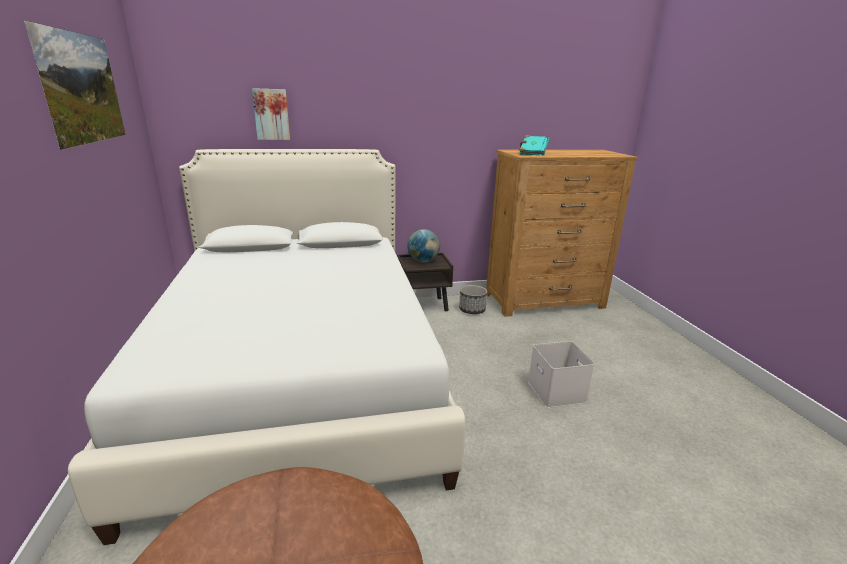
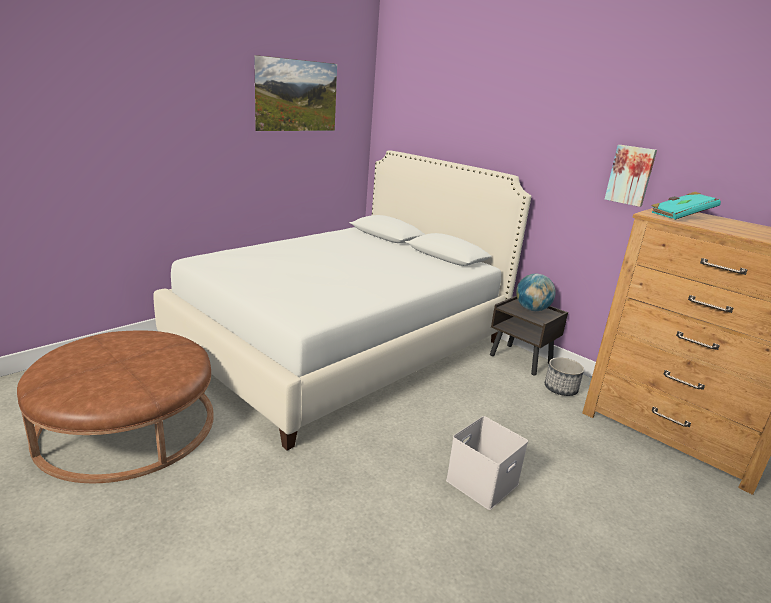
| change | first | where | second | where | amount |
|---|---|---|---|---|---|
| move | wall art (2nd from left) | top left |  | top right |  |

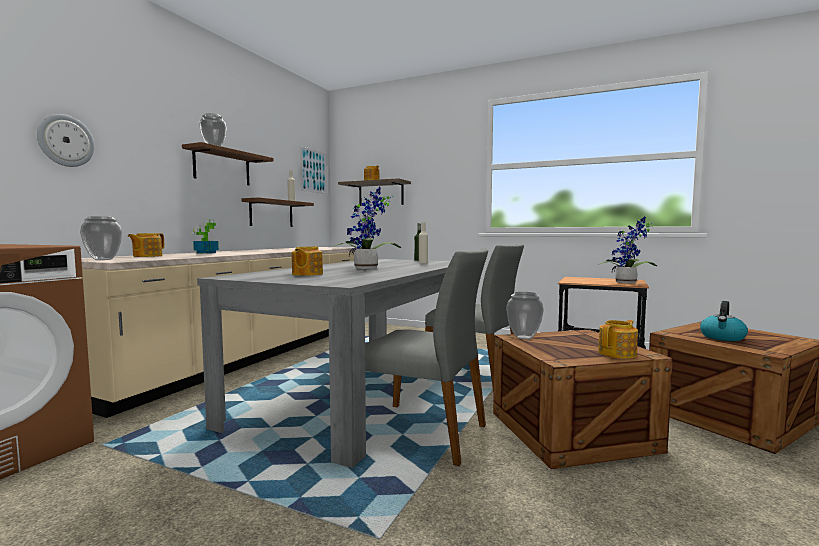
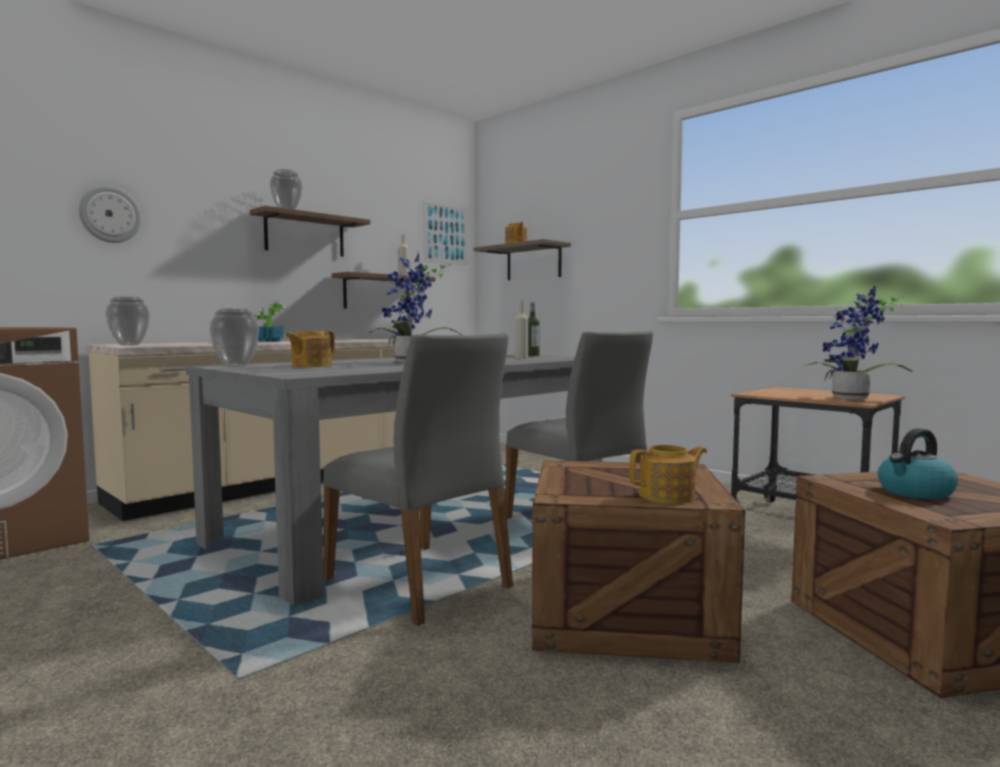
| change | first | where | second | where | amount |
|---|---|---|---|---|---|
| delete | pot for tea (1st from left) | middle left |  |  |  |
| move | vase (3rd from left in the first image) | centre | vase (2nd from left) | middle left |  |

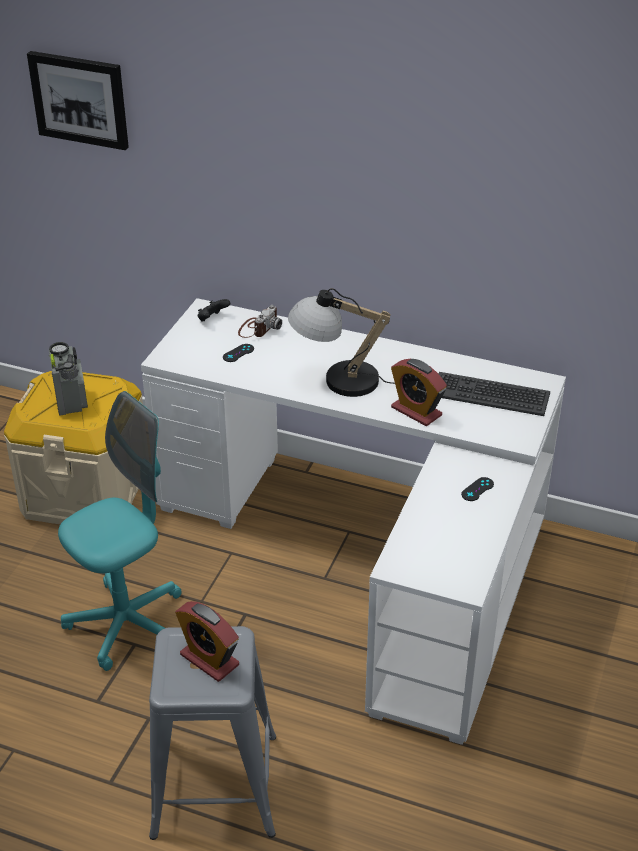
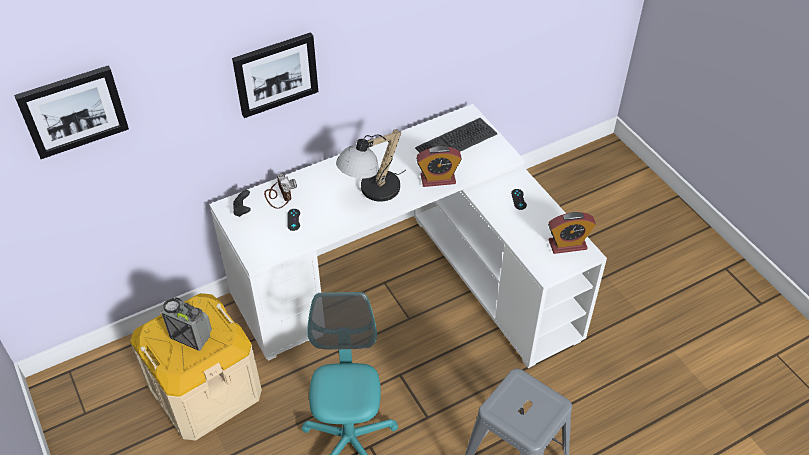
| change | first | where | second | where | amount |
|---|---|---|---|---|---|
| move | table clock (1st from left in the first image) | bottom left | table clock (2nd from left) | middle right |  |
| insert |  |  | wall art (2nd from left) | top centre |  |

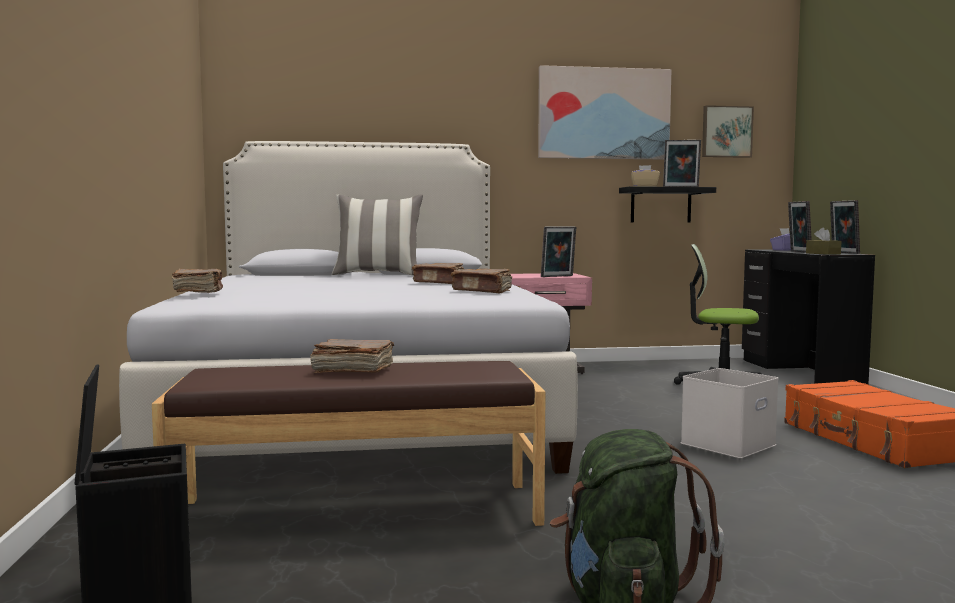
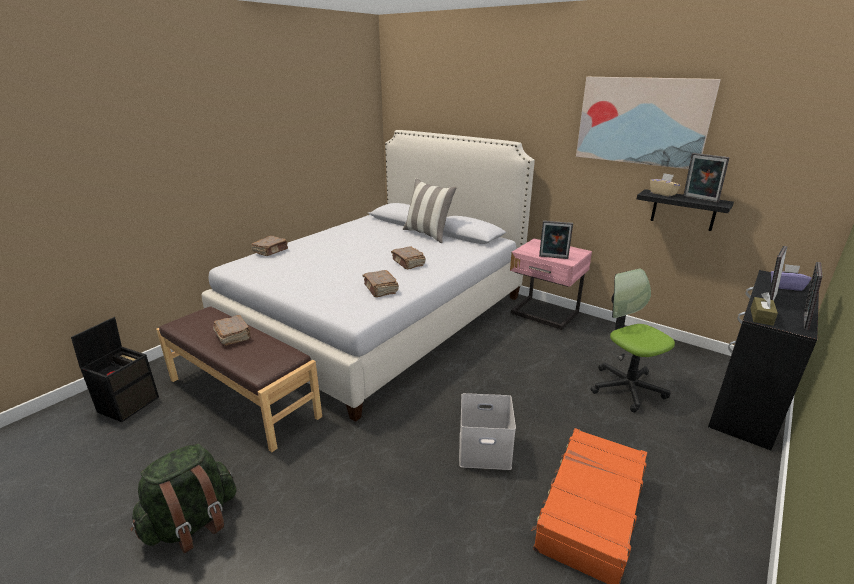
| change | first | where | second | where | amount |
|---|---|---|---|---|---|
| delete | wall art (2nd from left) | top right |  |  |  |

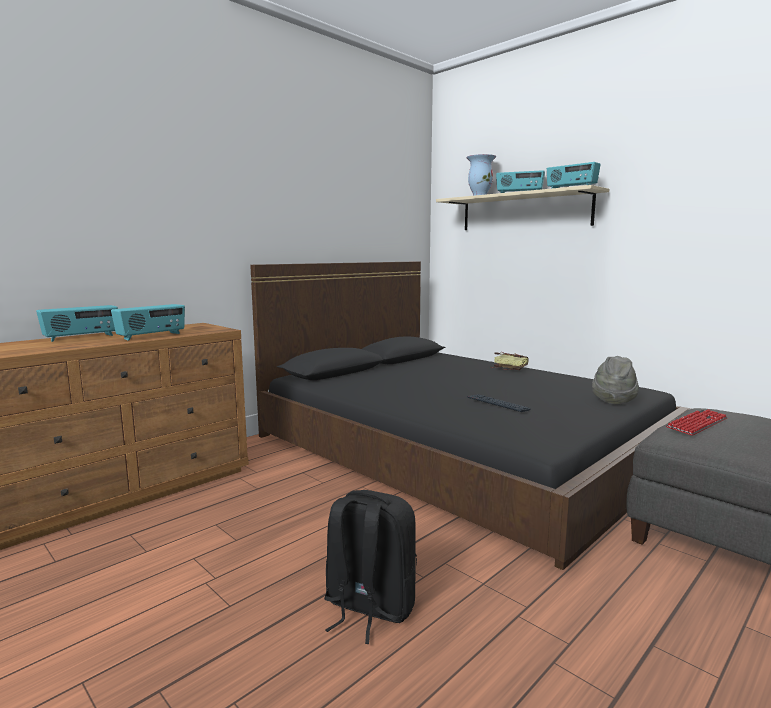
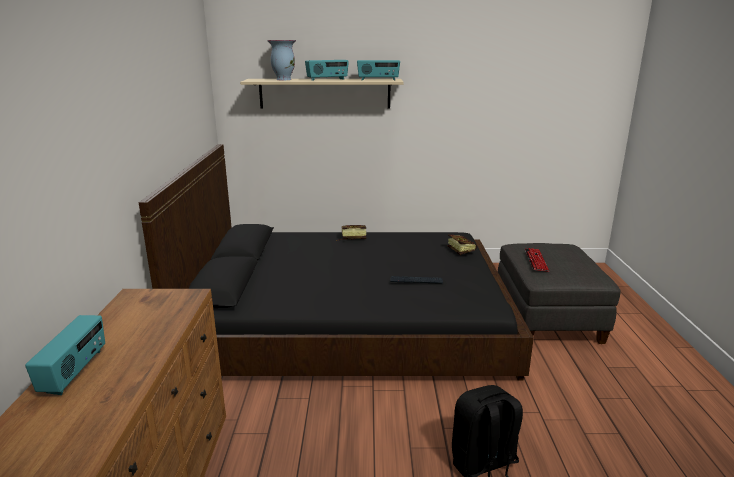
| change | first | where | second | where | amount |
|---|---|---|---|---|---|
| delete | radio receiver (2nd from left) | middle left |  |  |  |
| replace | gray hat | middle right | volume (2nd from left) | centre |  |

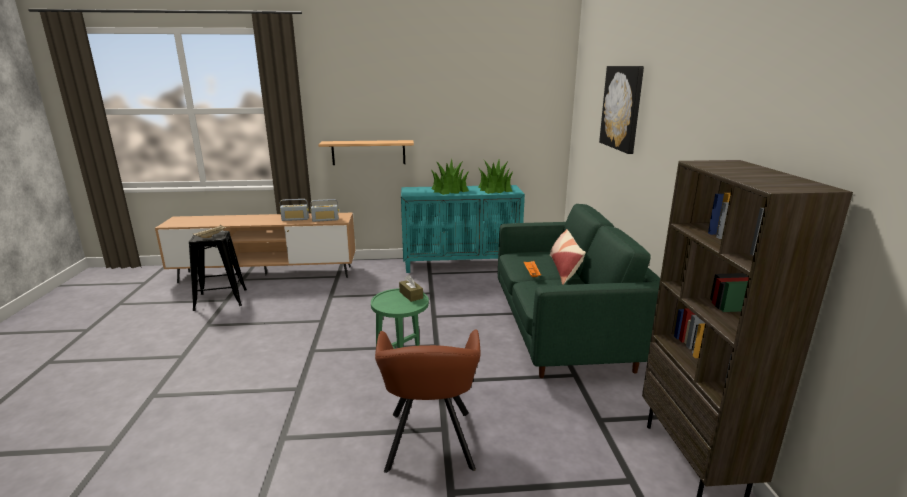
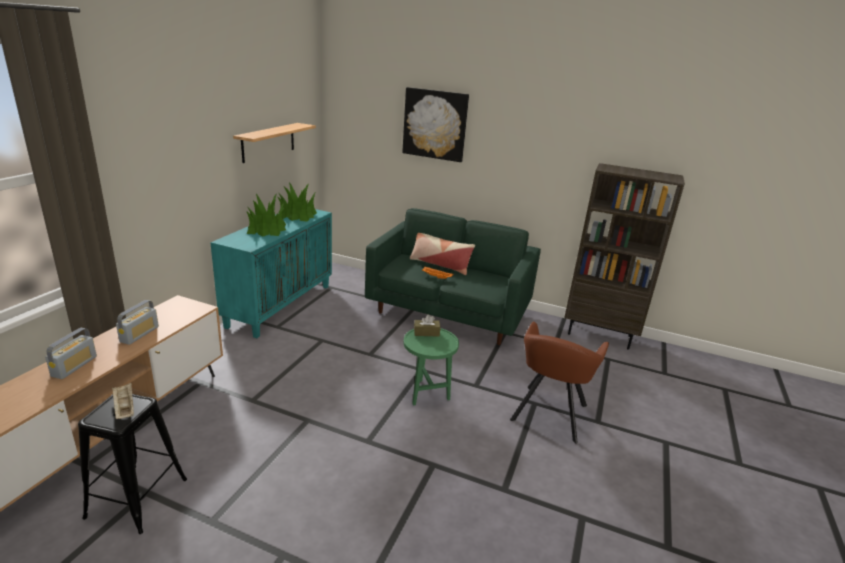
| change | first | where | second | where | amount |
|---|---|---|---|---|---|
| move | radio receiver (2nd from left in the first image) | centre | radio receiver (1st from left) | middle left |  |
| move | wall shelf | top centre |  | top left |  |
| rotate | brownish lounge chair | bottom centre |  | bottom centre | 90 degrees clockwise |

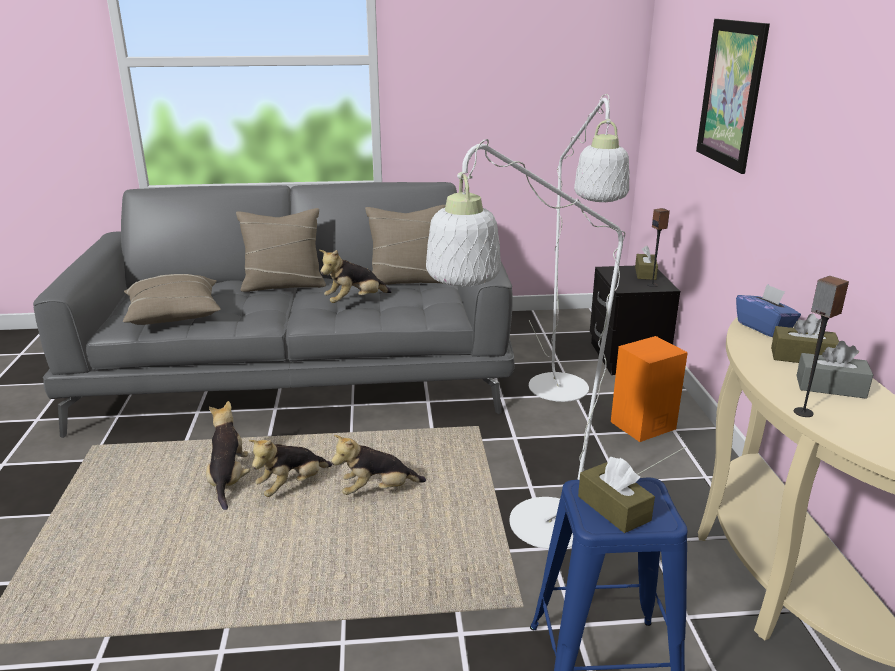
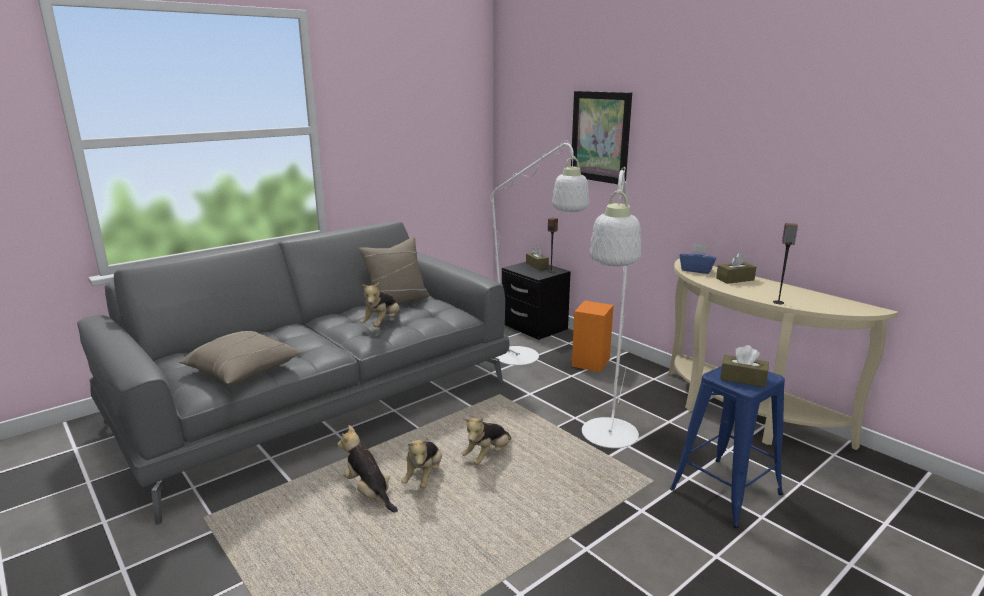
| change | first | where | second | where | amount |
|---|---|---|---|---|---|
| delete | beige-coloured pillow (2nd from left) | middle left |  |  |  |
| delete | gray tissue holder | middle right |  |  |  |

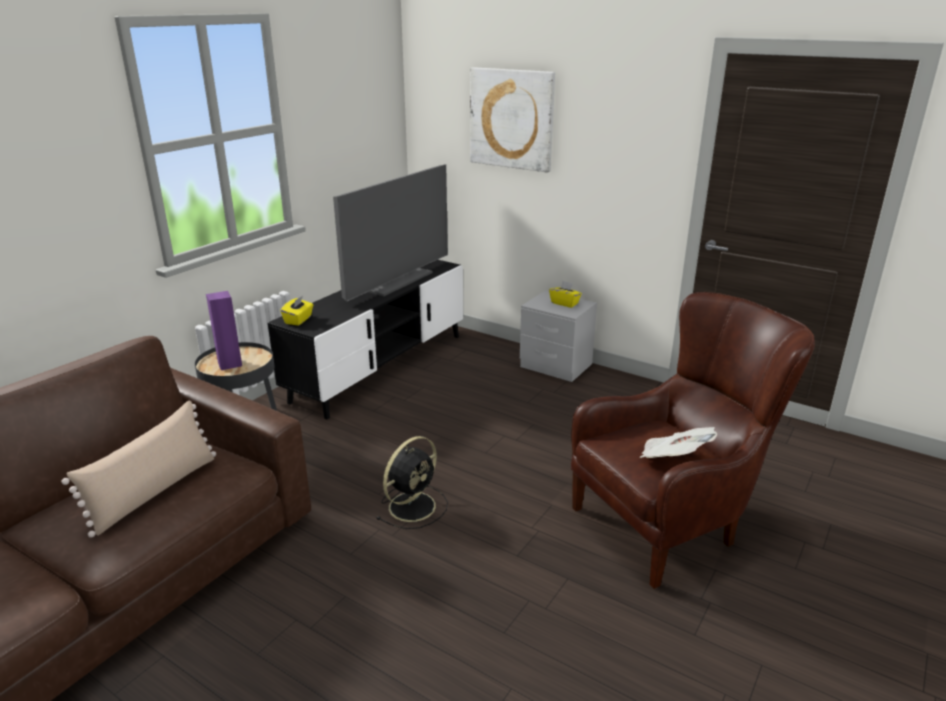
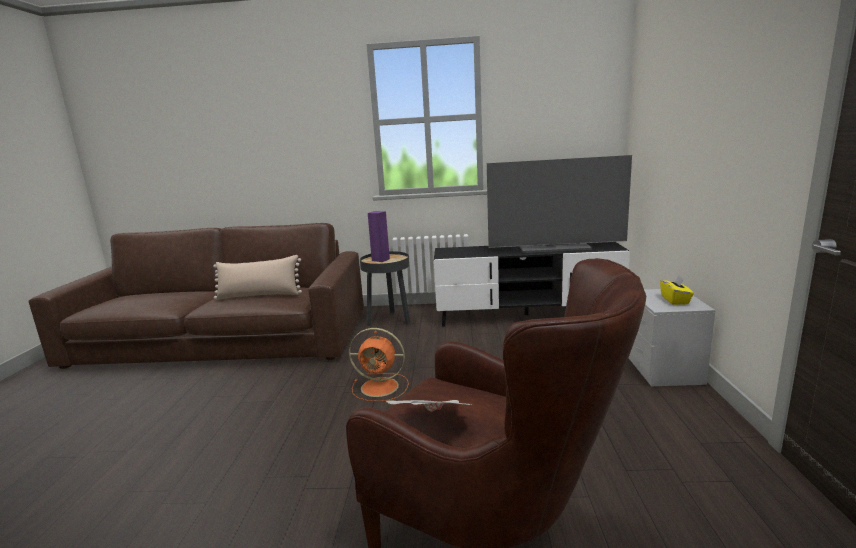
| change | first | where | second | where | amount |
|---|---|---|---|---|---|
| delete | yellow-coloured tissue holder (1st from left) | middle left |  |  |  |
| recolor | black cooling fan | bottom centre | orangey cooling fan | centre |  |
| delete | wall art | top centre |  |  |  |

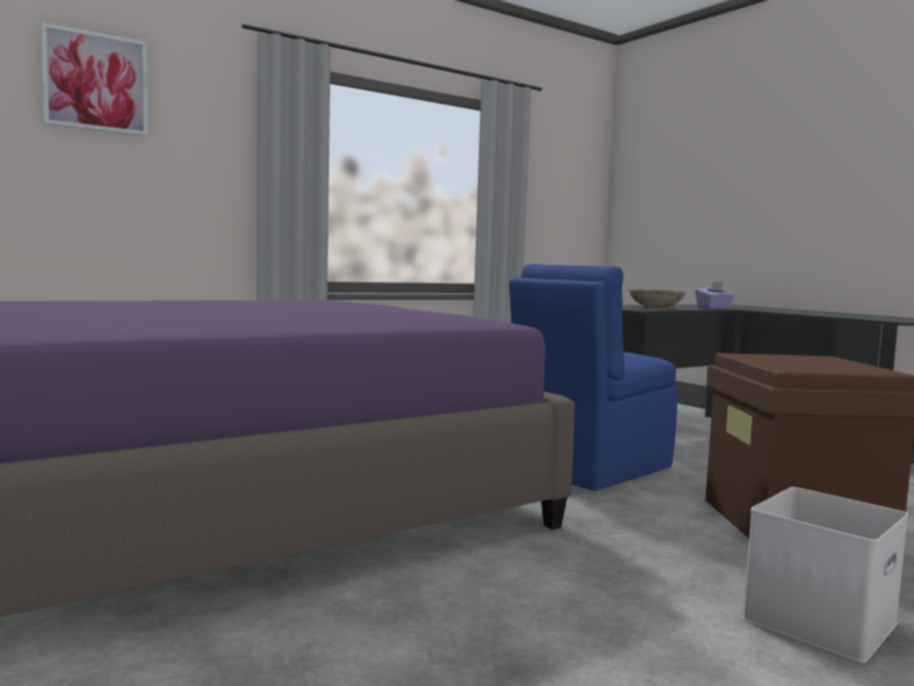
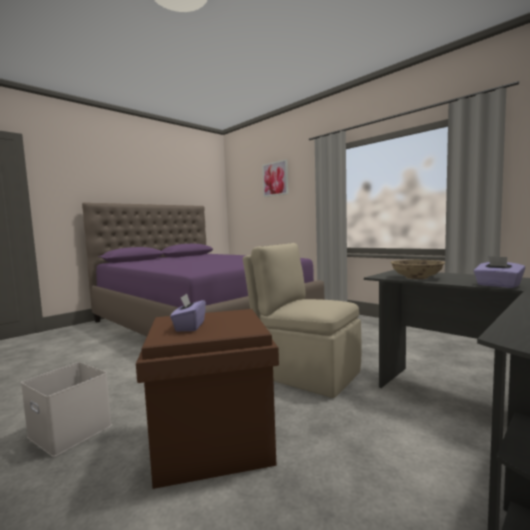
| change | first | where | second | where | amount |
|---|---|---|---|---|---|
| recolor | bluish chair | centre | beige-coloured chair | centre |  |
| insert |  |  | purple tissue holder (1st from left) | centre |  |

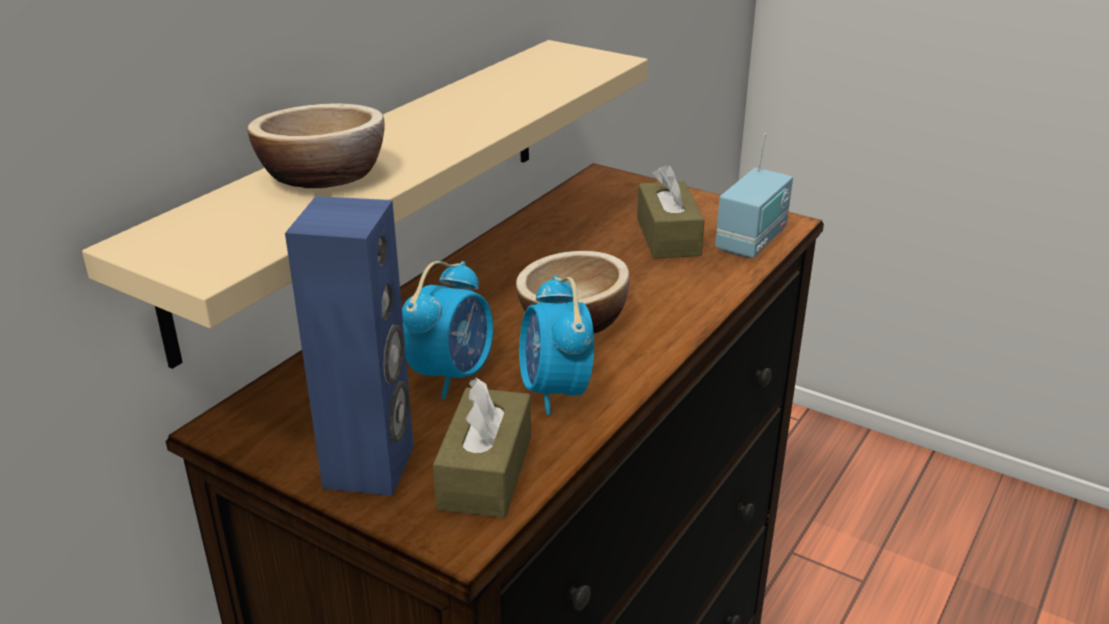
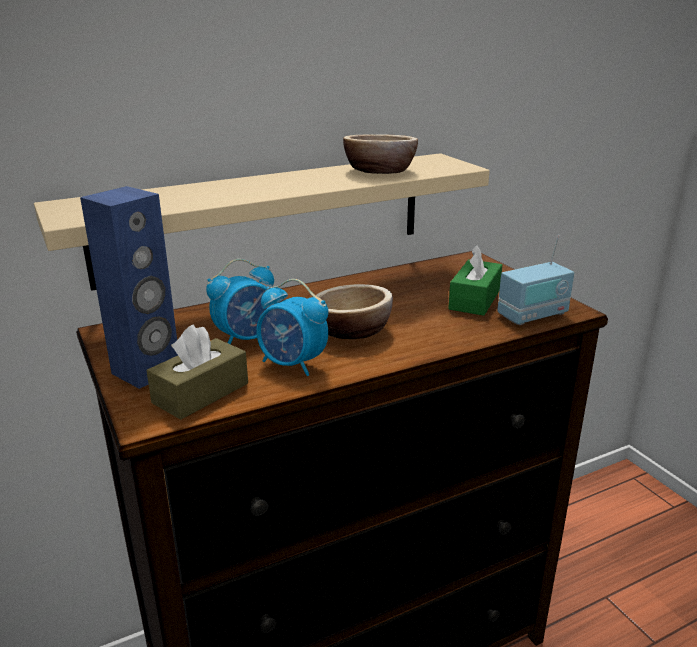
| change | first | where | second | where | amount |
|---|---|---|---|---|---|
| move | serving bowl (1st from left in the first image) | top left | serving bowl (2nd from left) | top centre |  |
| rotate | table clock (2nd from left) | centre |  | centre | 75 degrees counterclockwise |
| recolor | brownish tissue holder (2nd from left) | centre | green-coloured tissue holder | middle right |  |

